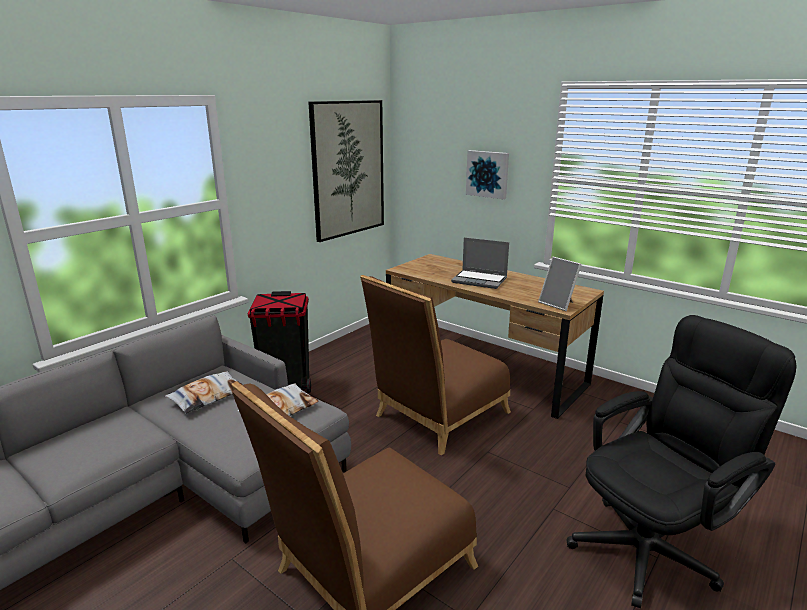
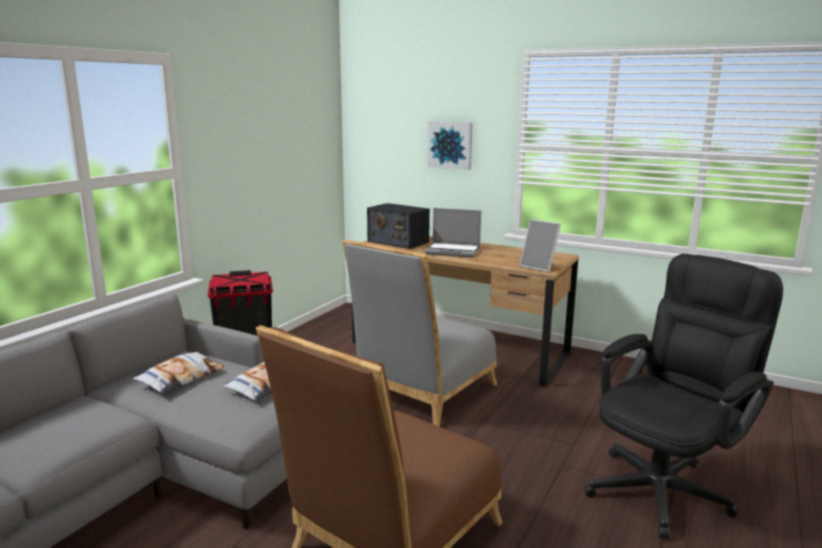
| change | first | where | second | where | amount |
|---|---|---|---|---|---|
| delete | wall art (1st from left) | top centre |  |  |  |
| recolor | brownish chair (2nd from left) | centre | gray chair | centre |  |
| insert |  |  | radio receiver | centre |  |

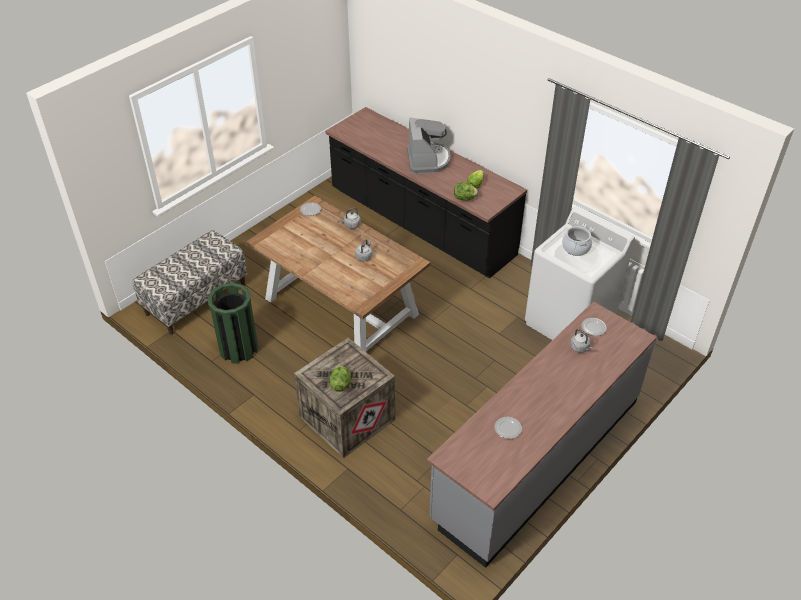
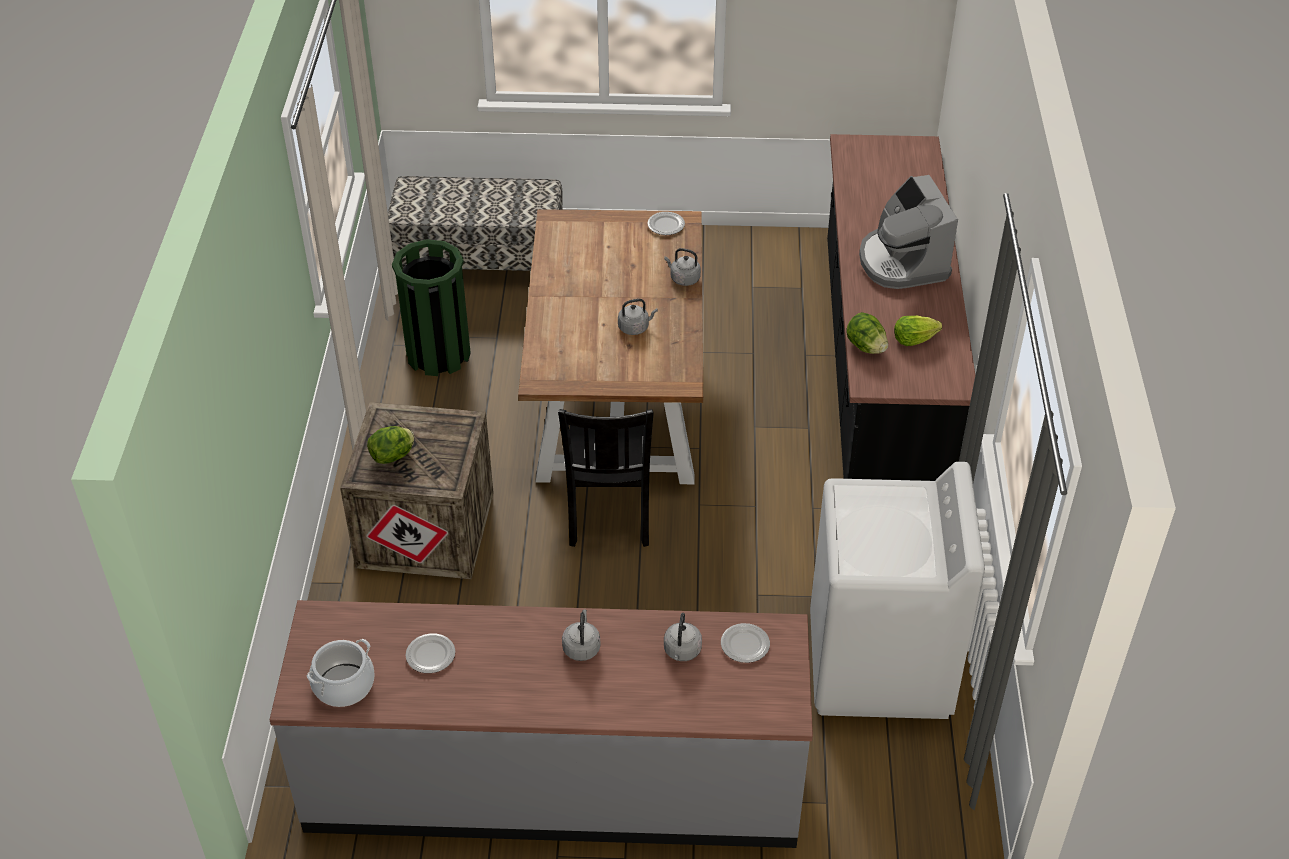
| change | first | where | second | where | amount |
|---|---|---|---|---|---|
| rotate | coffee machine | top centre |  | top right | 120 degrees clockwise |
| move | stockpot | middle right |  | bottom left |  |
| insert |  |  | black chair | centre |  |
| insert |  |  | gray tea kettle (1st from left) | bottom centre |  |

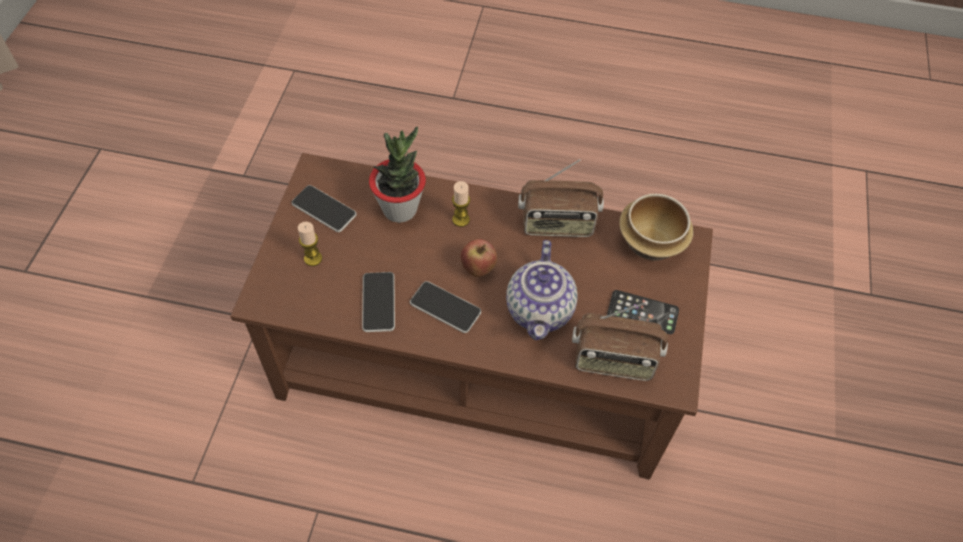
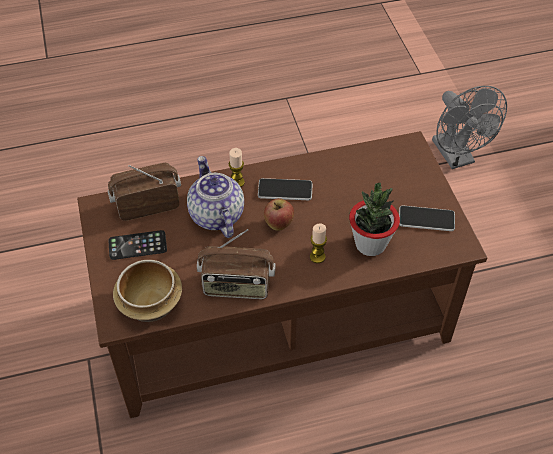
| change | first | where | second | where | amount |
|---|---|---|---|---|---|
| move | wax light (1st from left) | middle left |  | centre |  |
| delete | handset (2nd from left) | centre |  |  |  |
| rotate | radio receiver (1st from left in the first image) | centre | radio receiver (2nd from left) | centre | 150 degrees counterclockwise |
| insert |  |  | gray cooling fan | top right |  |

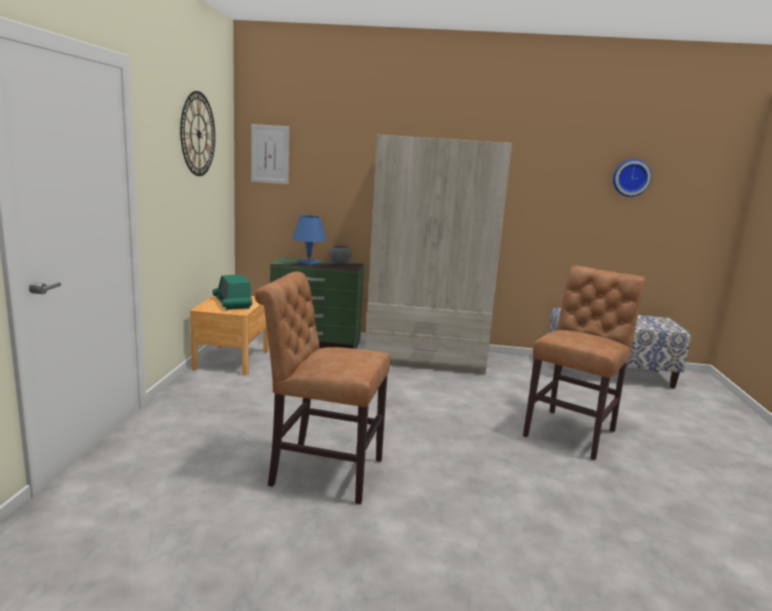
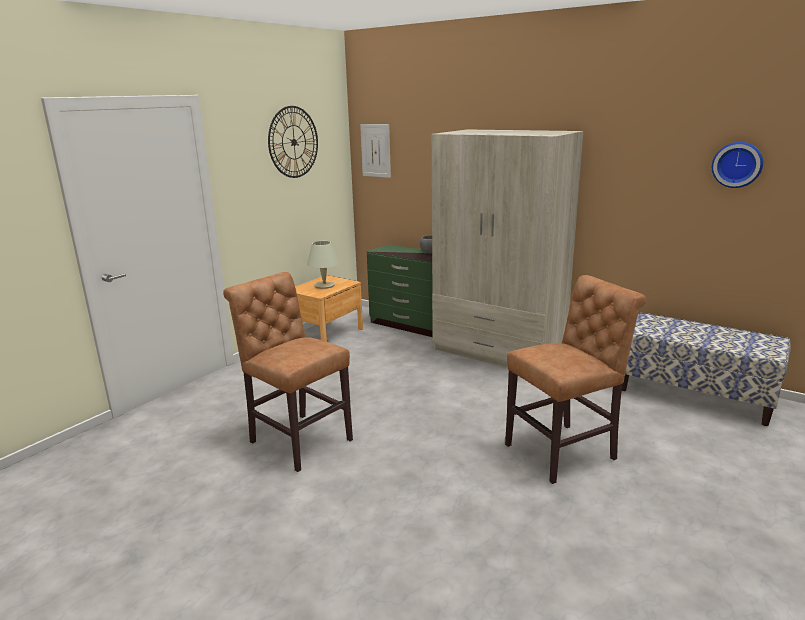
| change | first | where | second | where | amount |
|---|---|---|---|---|---|
| replace | radio receiver | middle left | beige-coloured tabletop lamp | centre |  |
| delete | bluish tabletop lamp | centre |  |  |  |

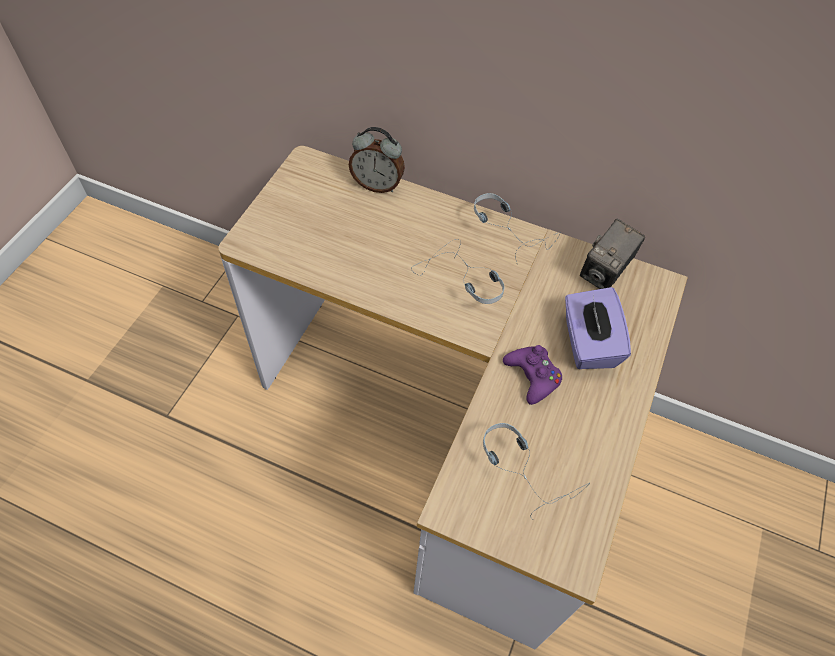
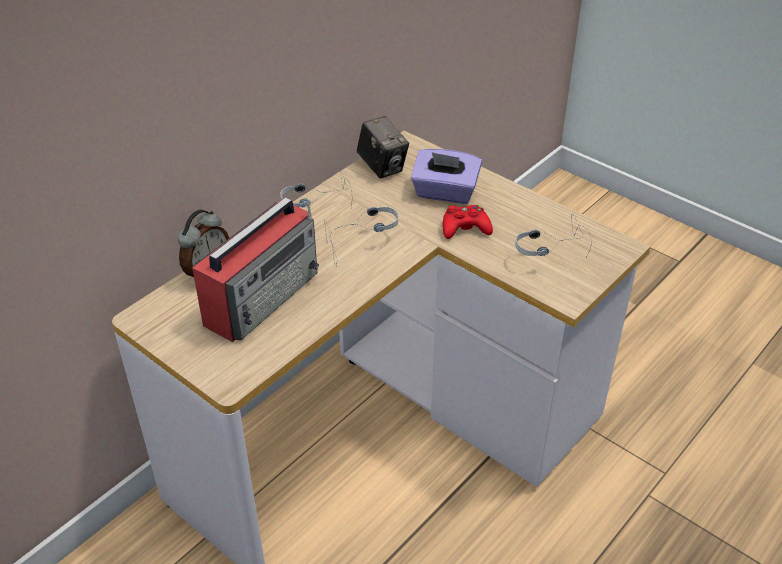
| change | first | where | second | where | amount |
|---|---|---|---|---|---|
| recolor | purple joypad | centre | reddish joypad | centre |  |
| insert |  |  | radio receiver | middle left |  |

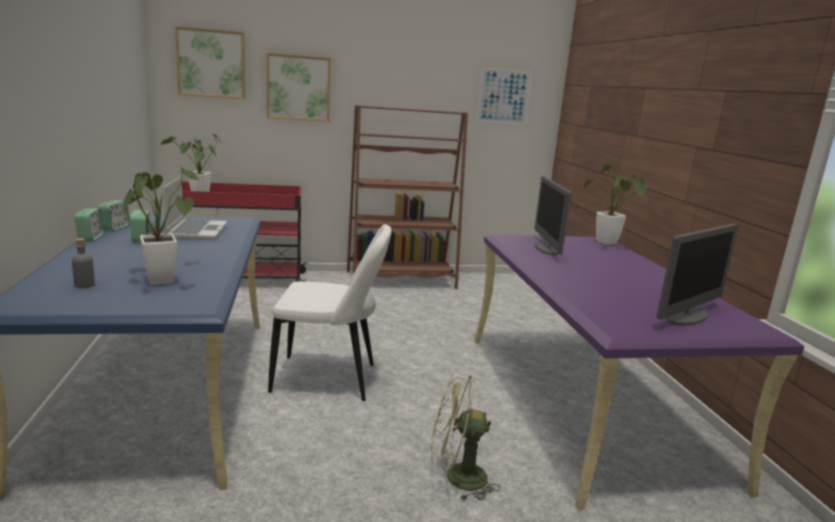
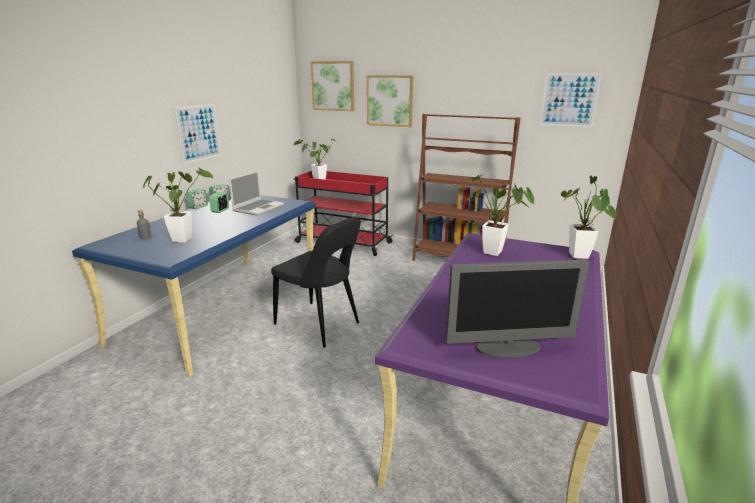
| change | first | where | second | where | amount |
|---|---|---|---|---|---|
| recolor | white chair | centre | black chair | centre |  |
| delete | green-coloured cooling fan | bottom centre |  |  |  |
| replace | computer display (1st from left) | centre | plant in a pot (3rd from left) | centre |  |
| insert |  |  | wall art (1st from left) | top left |  |

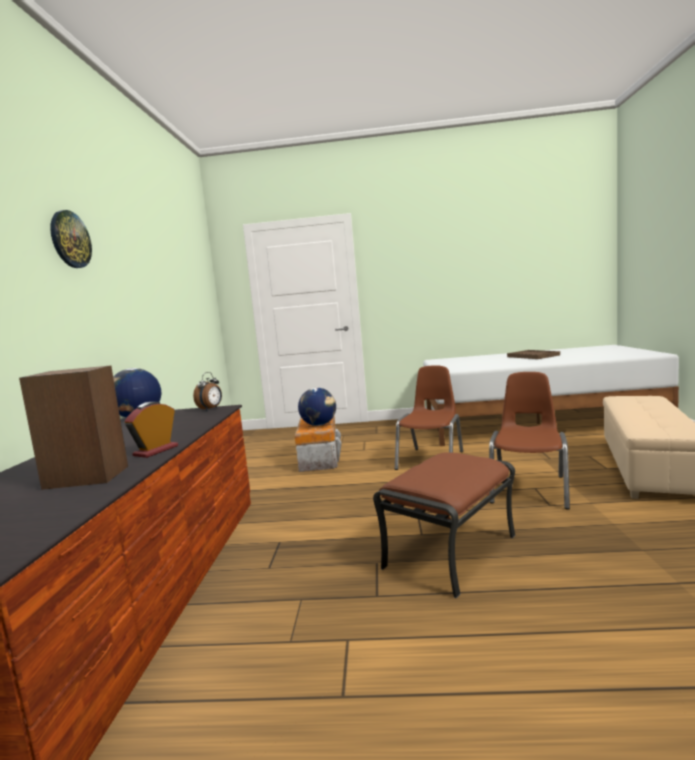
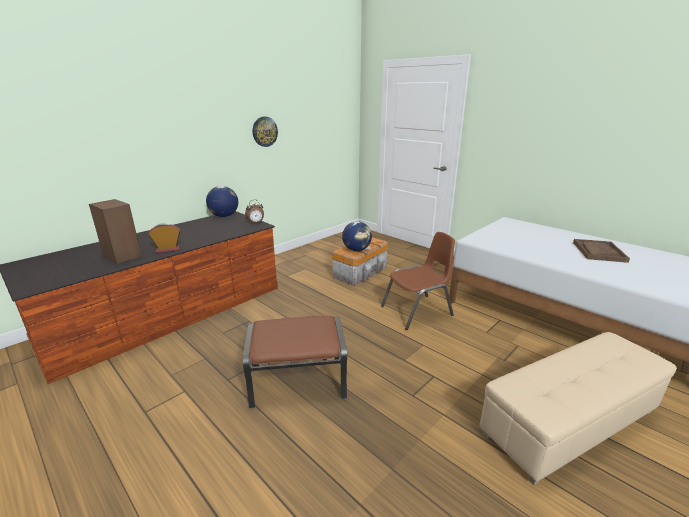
| change | first | where | second | where | amount |
|---|---|---|---|---|---|
| move | clock on the wall | top left |  | top centre |  |
| delete | brownish chair (2nd from left) | middle right |  |  |  |

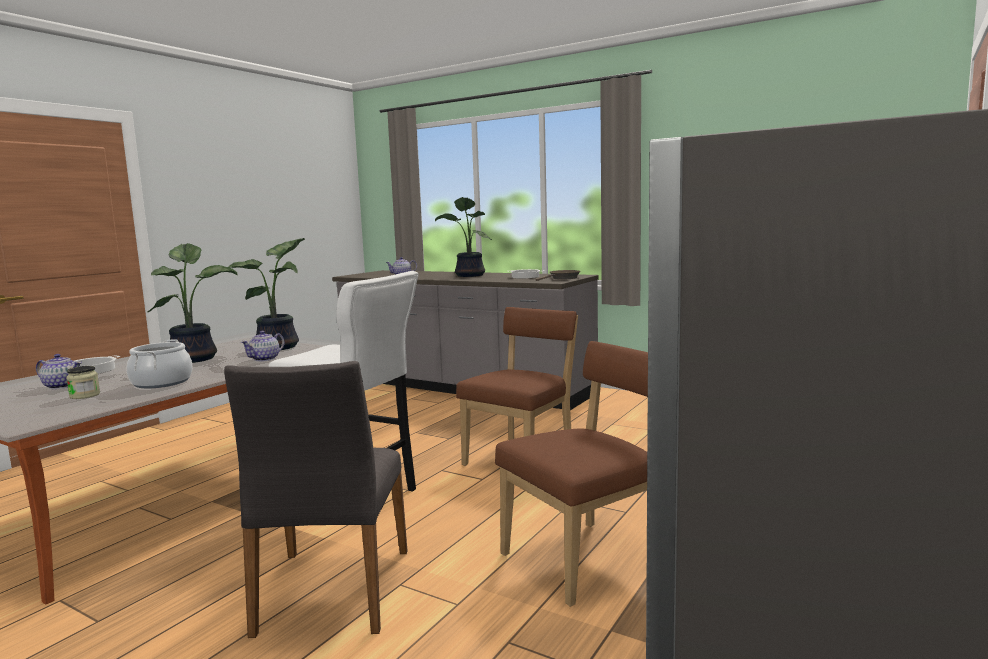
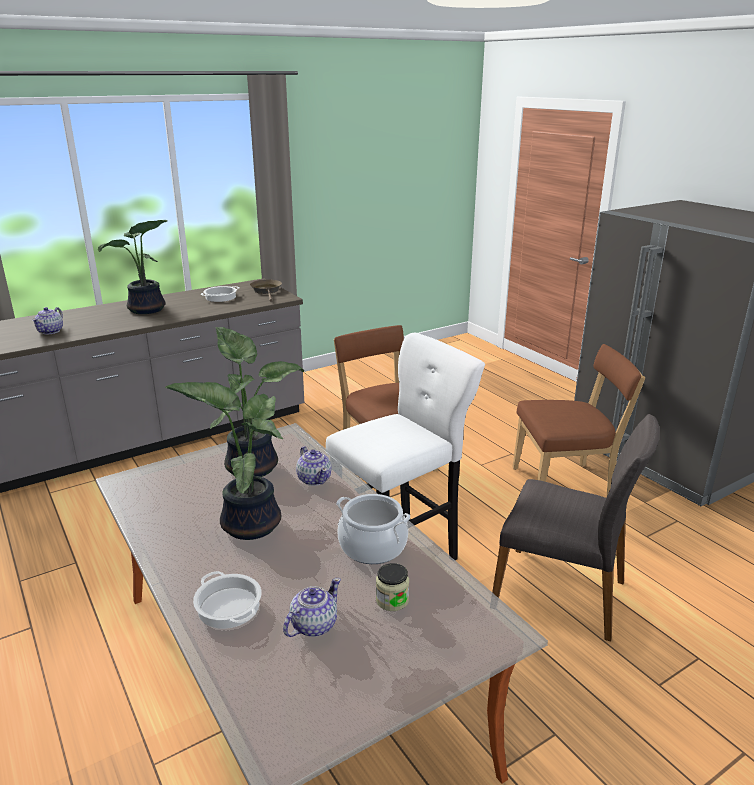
| change | first | where | second | where | amount |
|---|---|---|---|---|---|
| rotate | brownish chair (2nd from left) | bottom centre |  | middle right | 90 degrees clockwise |

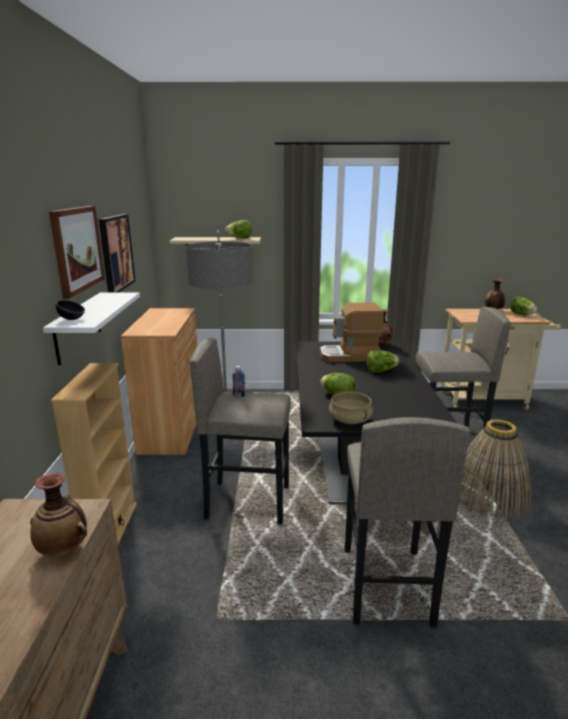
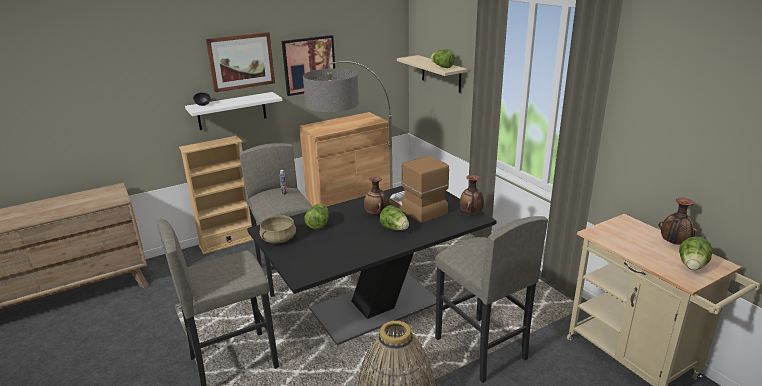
| change | first | where | second | where | amount |
|---|---|---|---|---|---|
| move | vase (1st from left) | bottom left |  | centre |  |

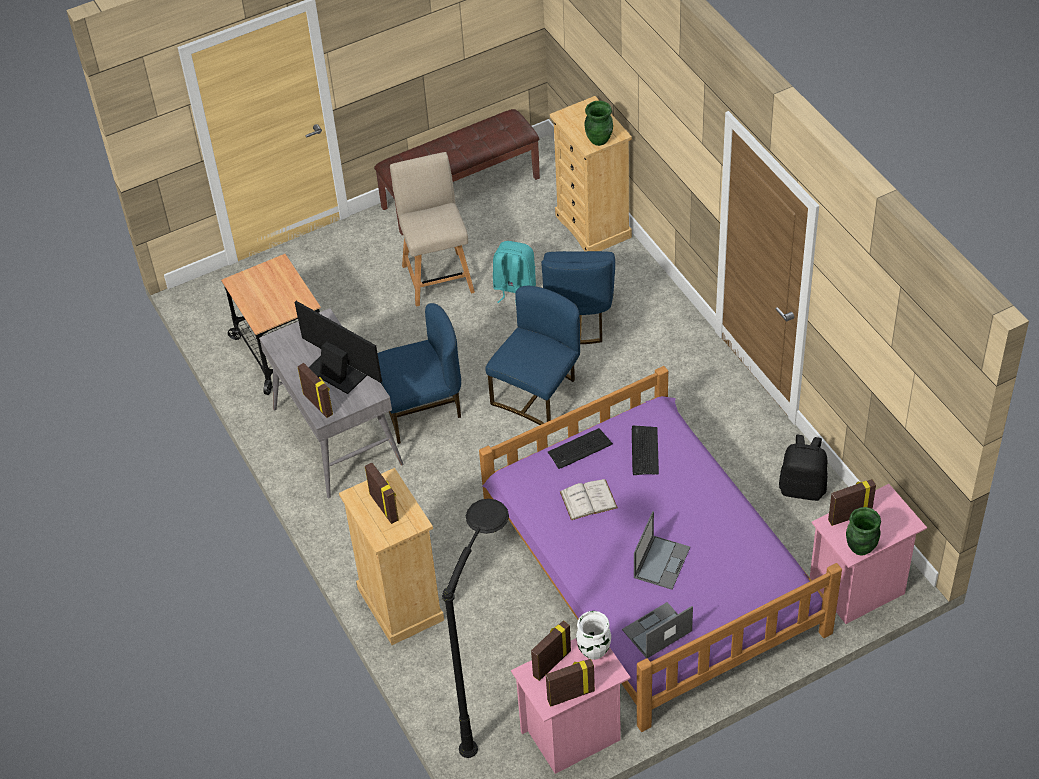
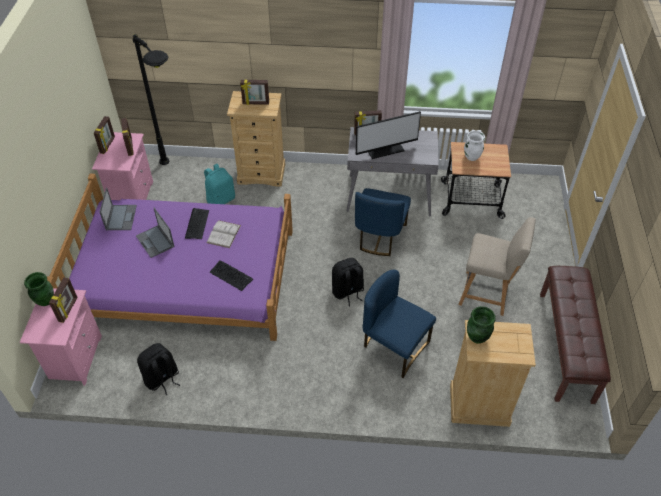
| change | first | where | second | where | amount |
|---|---|---|---|---|---|
| replace | bluish chair (2nd from left) | centre | black backpack (2nd from left) | centre |  |
| move | blue-green backpack | centre |  | middle left |  |
| move | PC keyboard (1st from left) | centre |  | middle left |  |
| move | white vase | bottom centre |  | top right |  |

